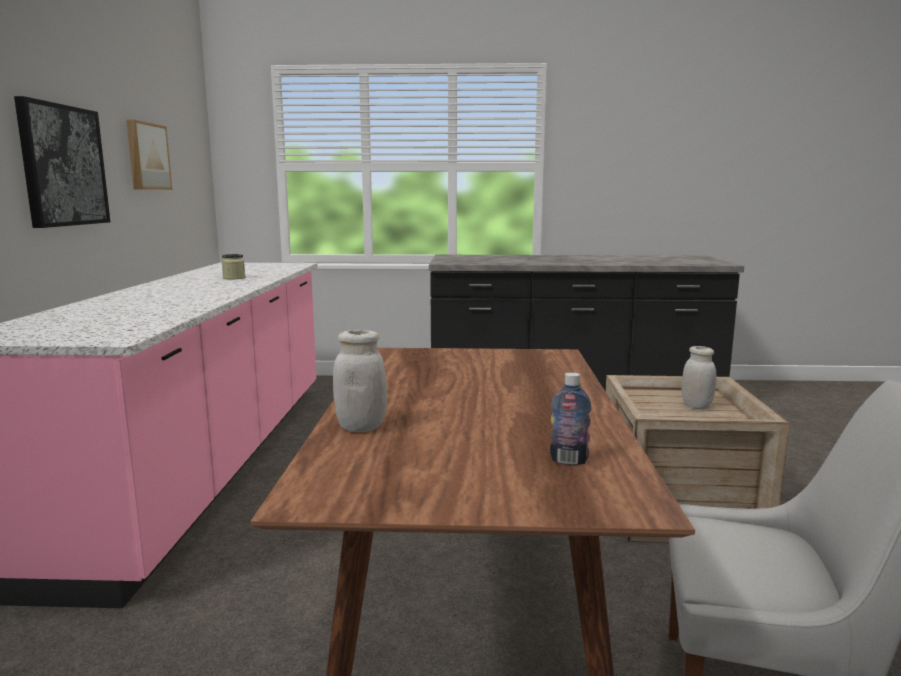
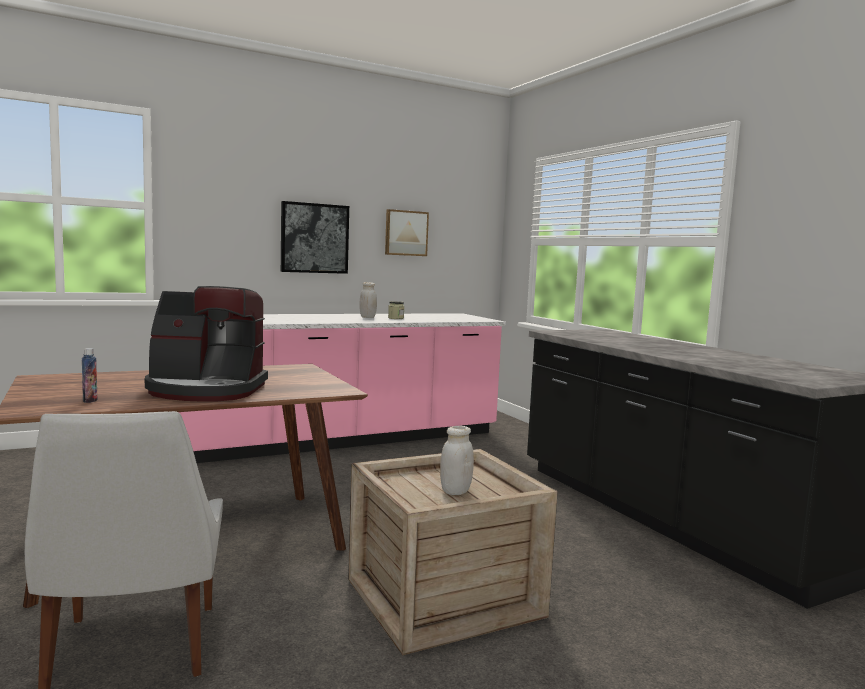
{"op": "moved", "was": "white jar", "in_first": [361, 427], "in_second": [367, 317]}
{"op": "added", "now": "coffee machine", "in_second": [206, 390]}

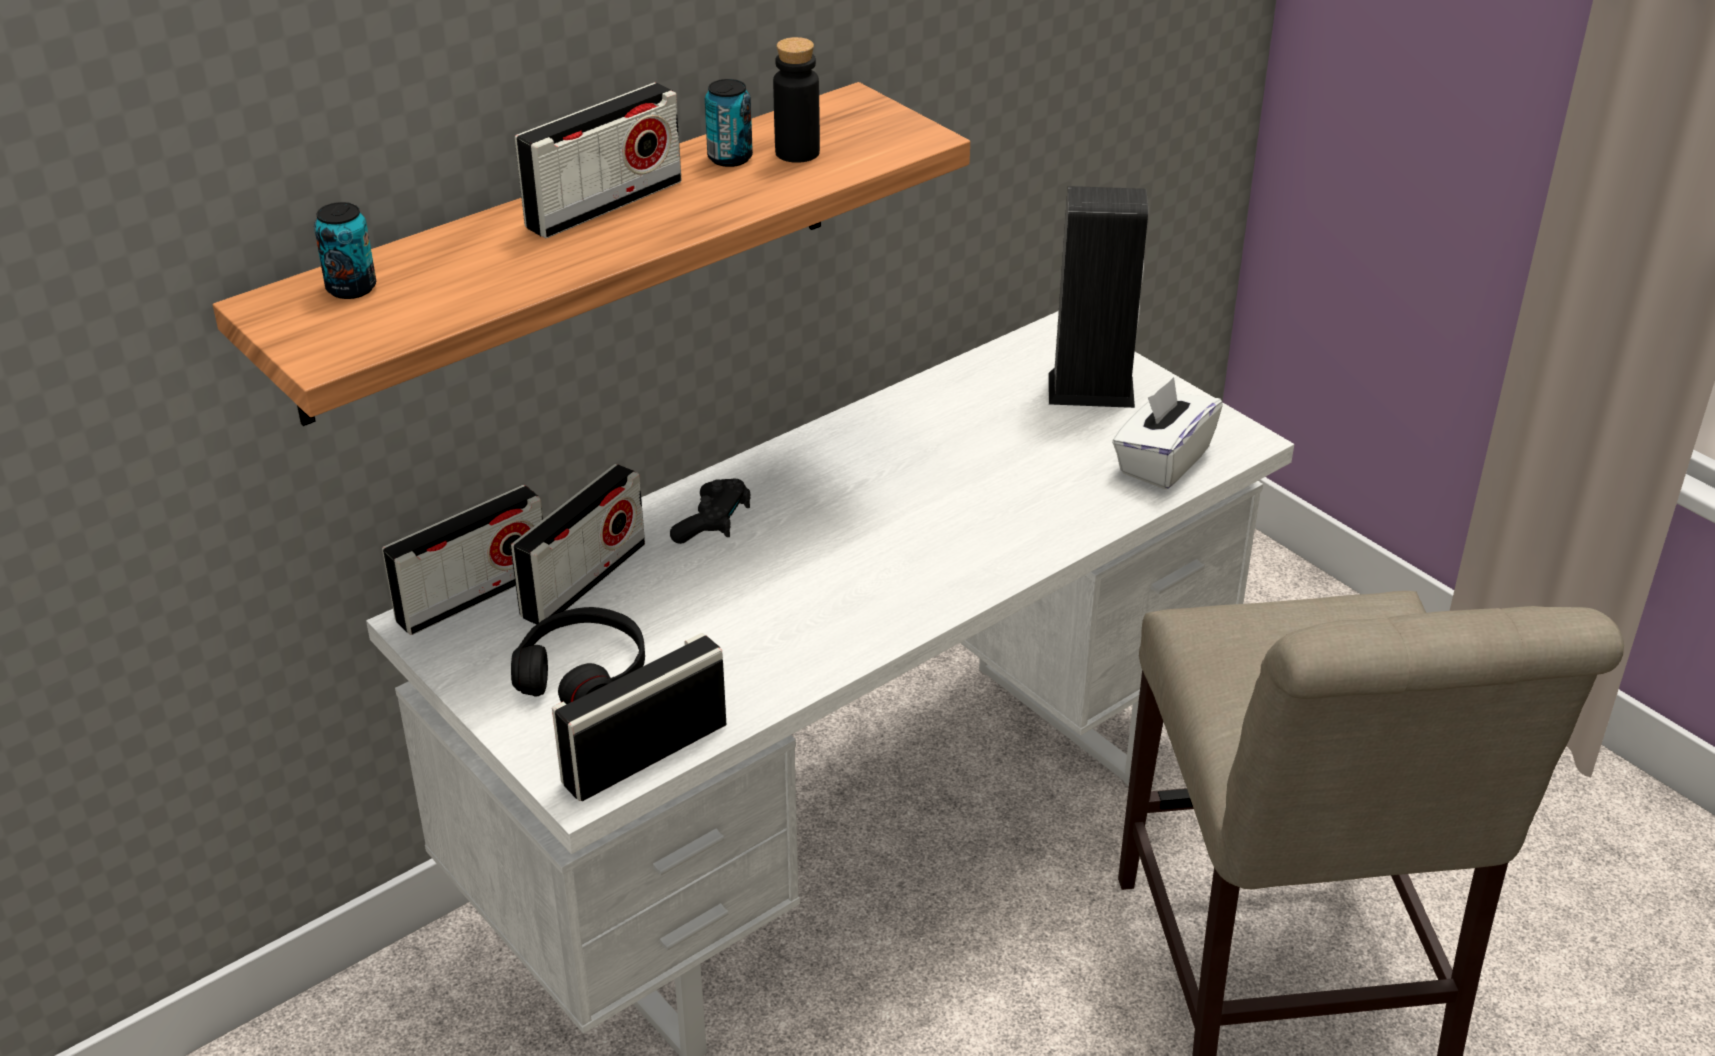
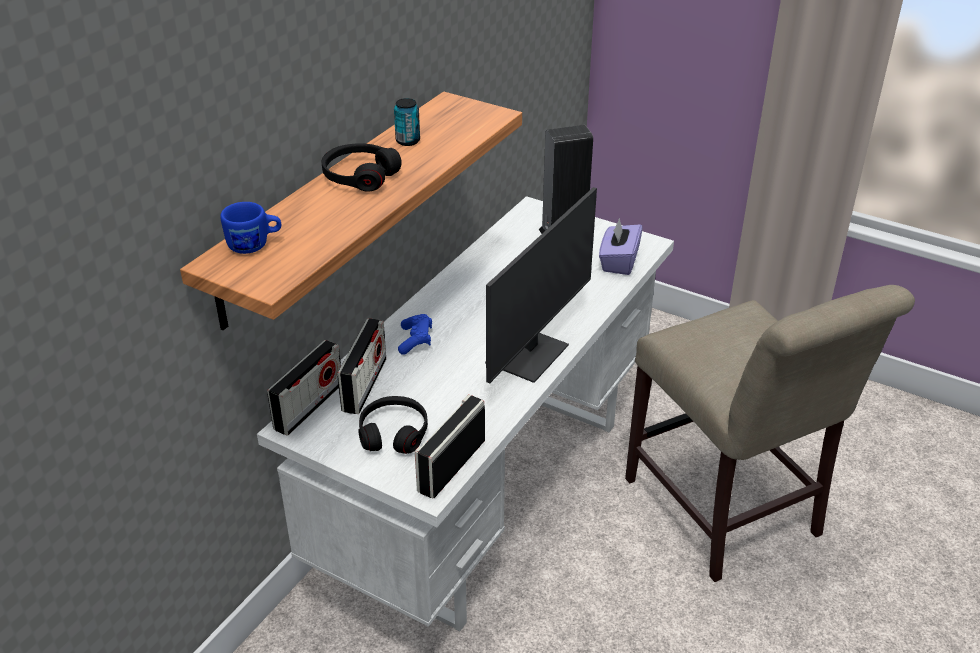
{"op": "removed", "was": "black bottle", "in_first": [797, 153]}
{"op": "replaced", "was": "radio", "now": "black headphones", "in_first": [604, 204], "in_second": [360, 176]}
{"op": "replaced", "was": "can", "now": "blue mug", "in_first": [351, 288], "in_second": [255, 245]}
{"op": "recoloured", "was": "white tissue box", "now": "purple tissue box", "in_first": [1162, 461], "in_second": [618, 262]}
{"op": "recoloured", "was": "black game controller", "now": "blue game controller", "in_first": [713, 524], "in_second": [415, 340]}
{"op": "added", "now": "monitor", "in_second": [529, 355]}

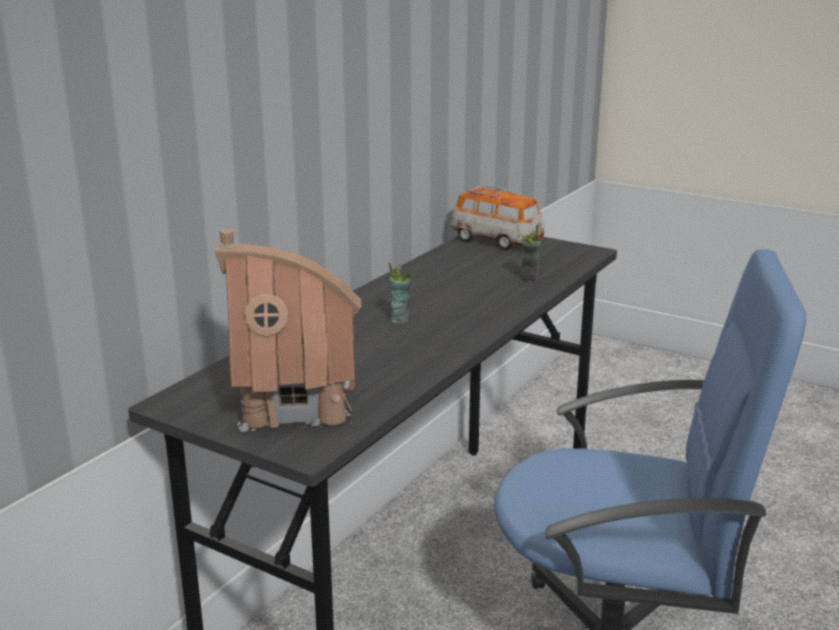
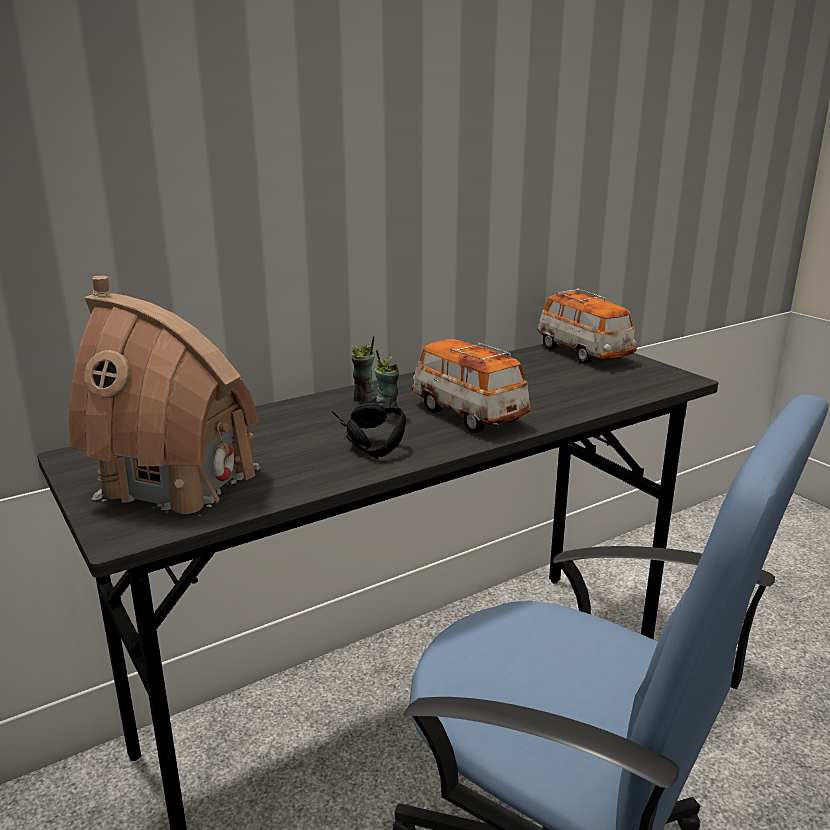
{"op": "moved", "was": "cup", "in_first": [529, 278], "in_second": [364, 398]}
{"op": "added", "now": "toy car", "in_second": [468, 414]}
{"op": "added", "now": "black headphones", "in_second": [358, 442]}

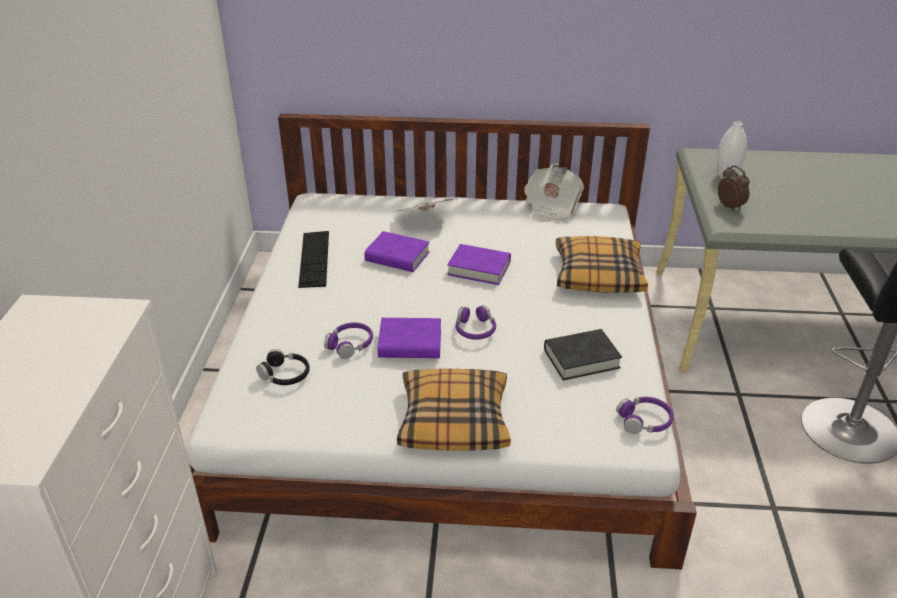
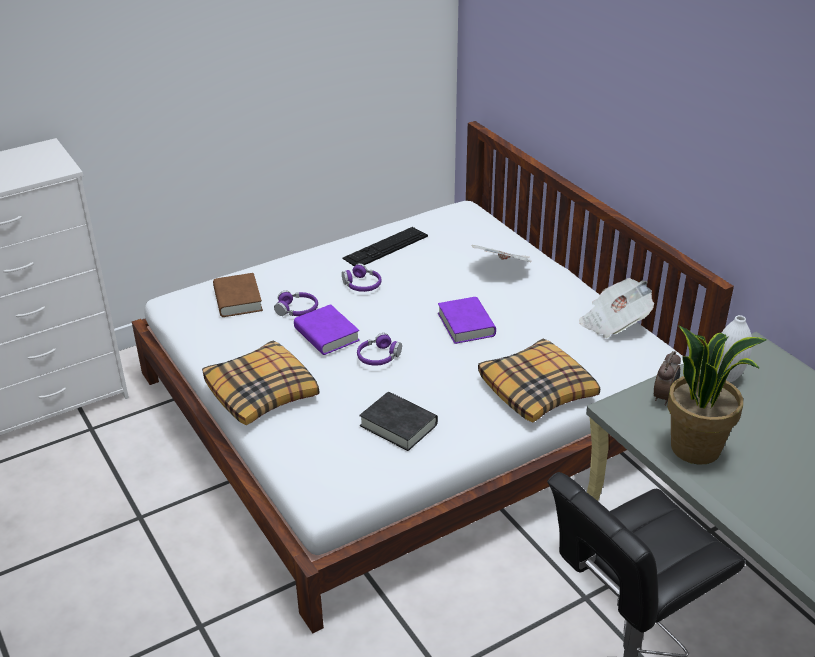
{"op": "removed", "was": "purple book", "in_first": [397, 257]}
{"op": "replaced", "was": "black headphones", "now": "brown book", "in_first": [285, 375], "in_second": [238, 300]}
{"op": "moved", "was": "purple headphones", "in_first": [644, 421], "in_second": [362, 285]}
{"op": "added", "now": "potted plant", "in_second": [696, 447]}

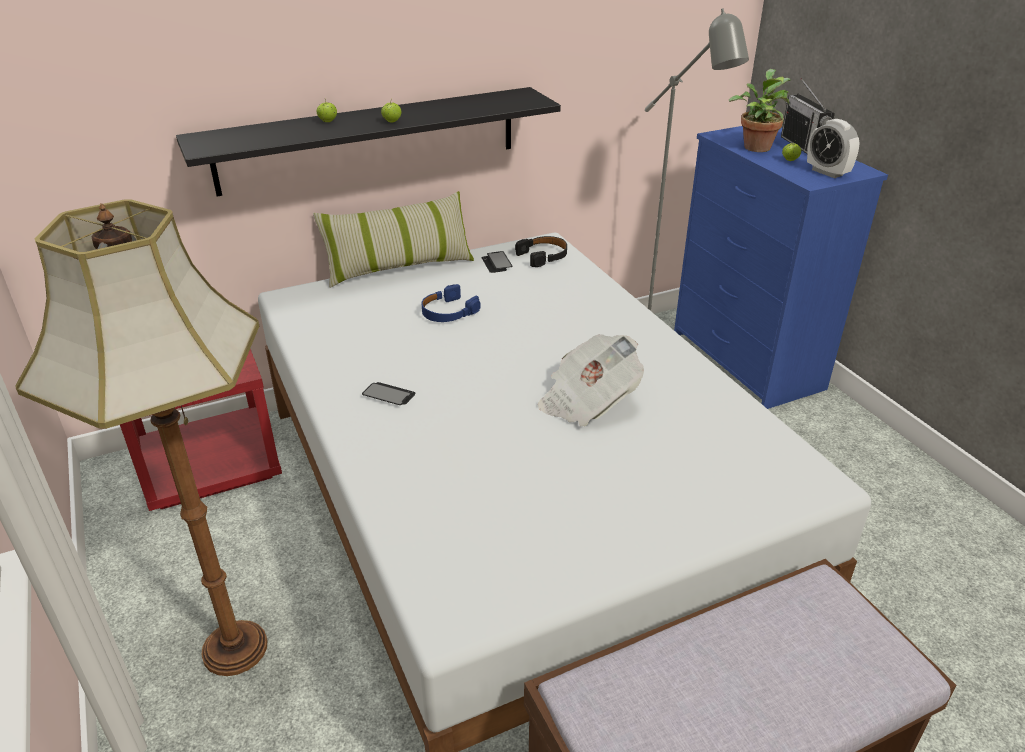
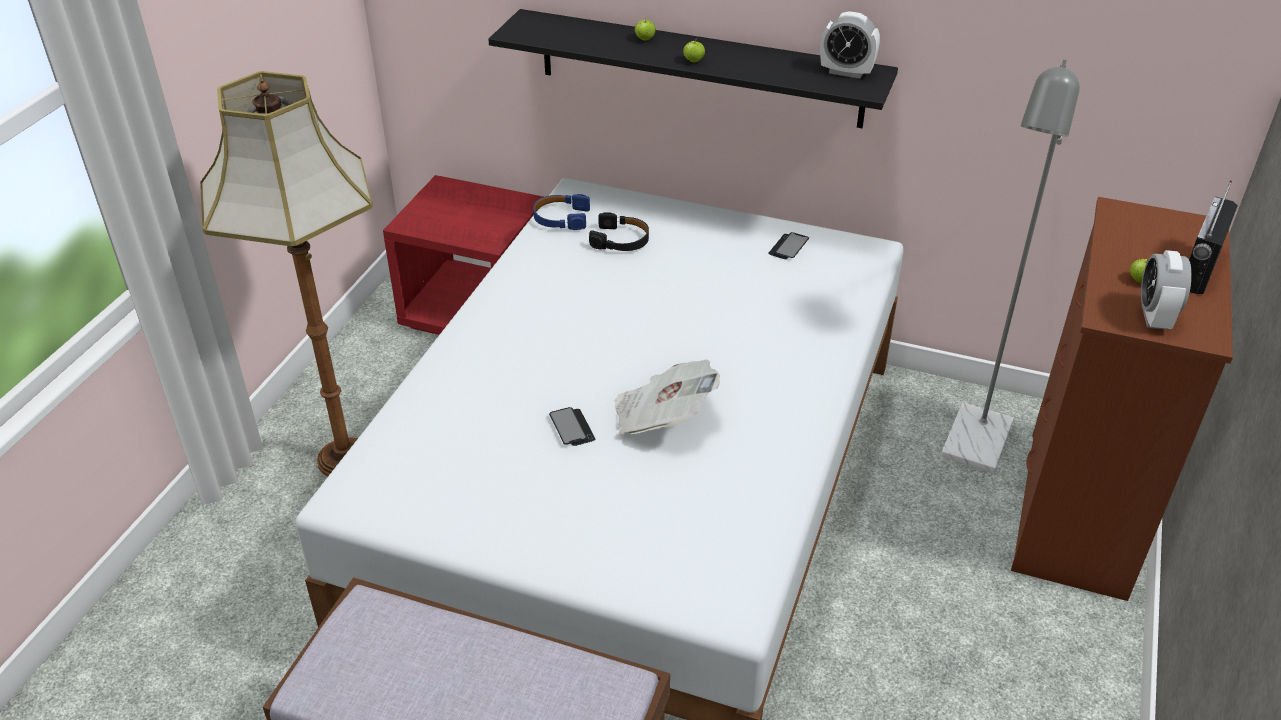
{"op": "removed", "was": "potted plant", "in_first": [756, 146]}
{"op": "recoloured", "was": "blue dresser", "now": "brown dresser", "in_first": [746, 362], "in_second": [1075, 512]}
{"op": "removed", "was": "pillow", "in_first": [399, 267]}
{"op": "moved", "was": "black headphones", "in_first": [543, 256], "in_second": [621, 240]}
{"op": "moved", "was": "blue headphones", "in_first": [448, 312], "in_second": [561, 218]}
{"op": "moved", "was": "phone", "in_first": [389, 395], "in_second": [572, 428]}
{"op": "added", "now": "alarm clock", "in_second": [846, 72]}

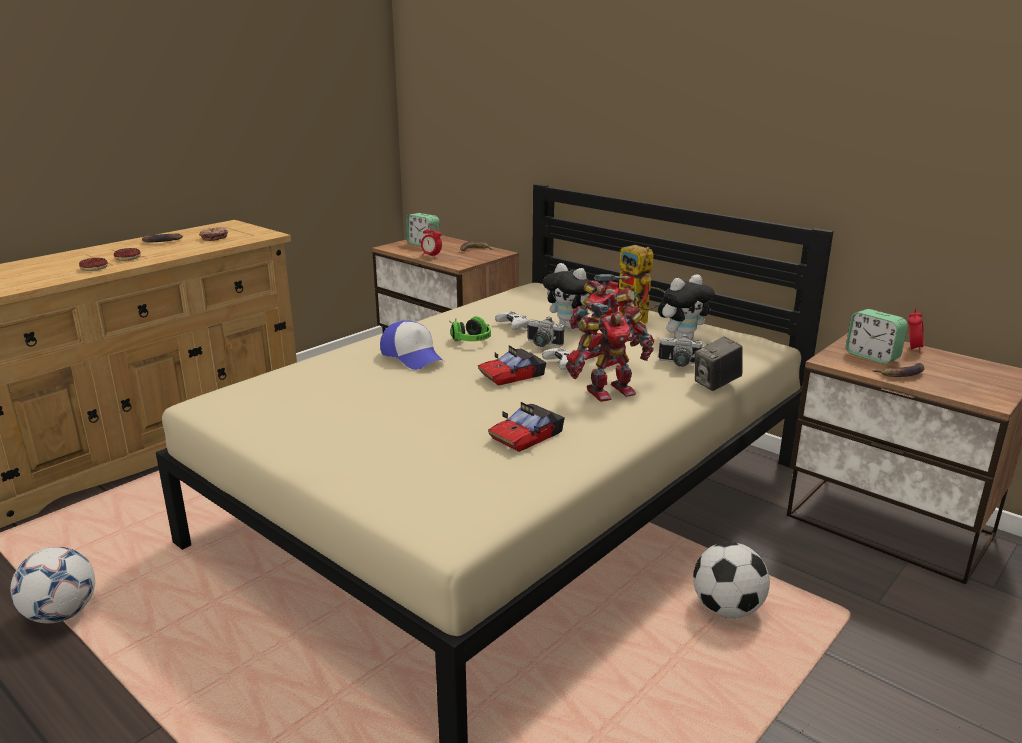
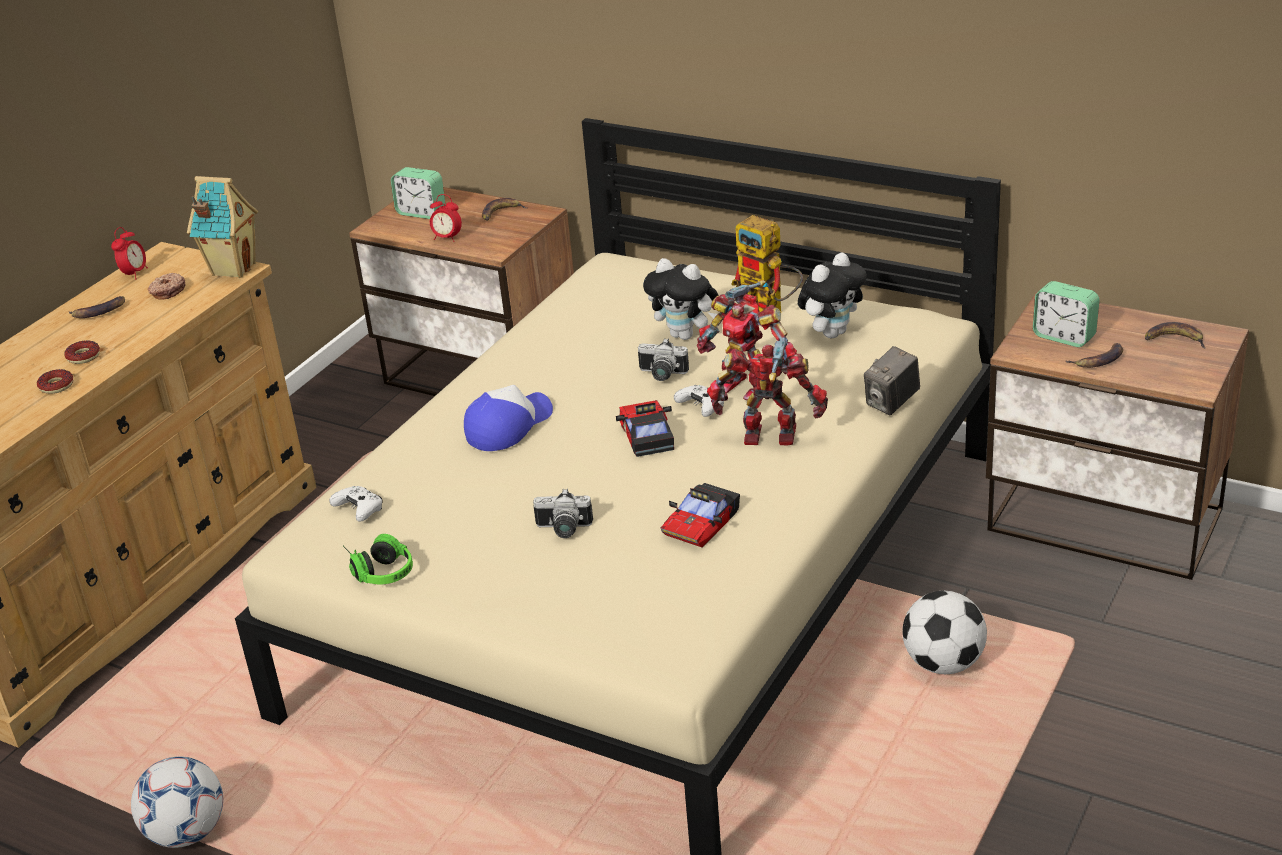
{"op": "turned", "was": "toy robot", "in_first": [608, 390], "in_second": [770, 438], "clockwise": -135}
{"op": "moved", "was": "alarm clock", "in_first": [912, 349], "in_second": [134, 274]}
{"op": "moved", "was": "white game controller", "in_first": [513, 326], "in_second": [359, 510]}
{"op": "moved", "was": "headphones", "in_first": [468, 338], "in_second": [378, 570]}
{"op": "turned", "was": "cap", "in_first": [413, 356], "in_second": [508, 426], "clockwise": -90}
{"op": "moved", "was": "photo camera", "in_first": [678, 363], "in_second": [563, 530]}
{"op": "turned", "was": "toy car", "in_first": [512, 375], "in_second": [647, 434], "clockwise": 120}
{"op": "added", "now": "toy house", "in_second": [233, 269]}
{"op": "added", "now": "banana", "in_second": [1174, 339]}

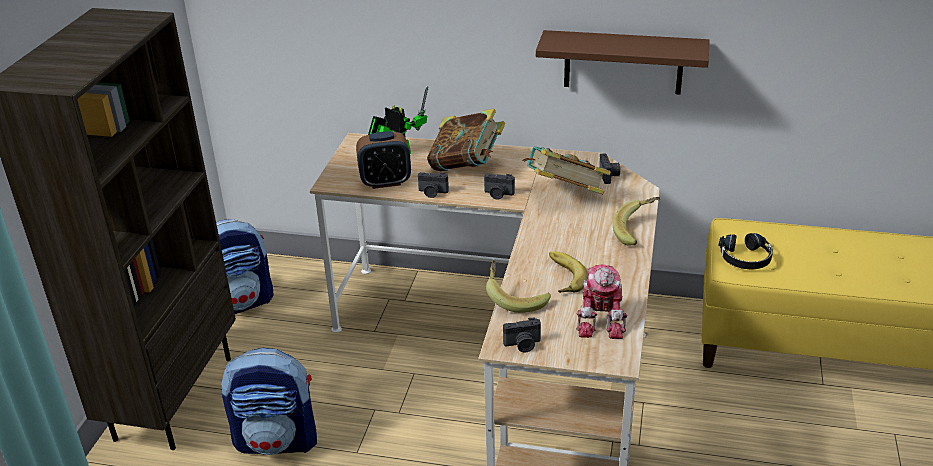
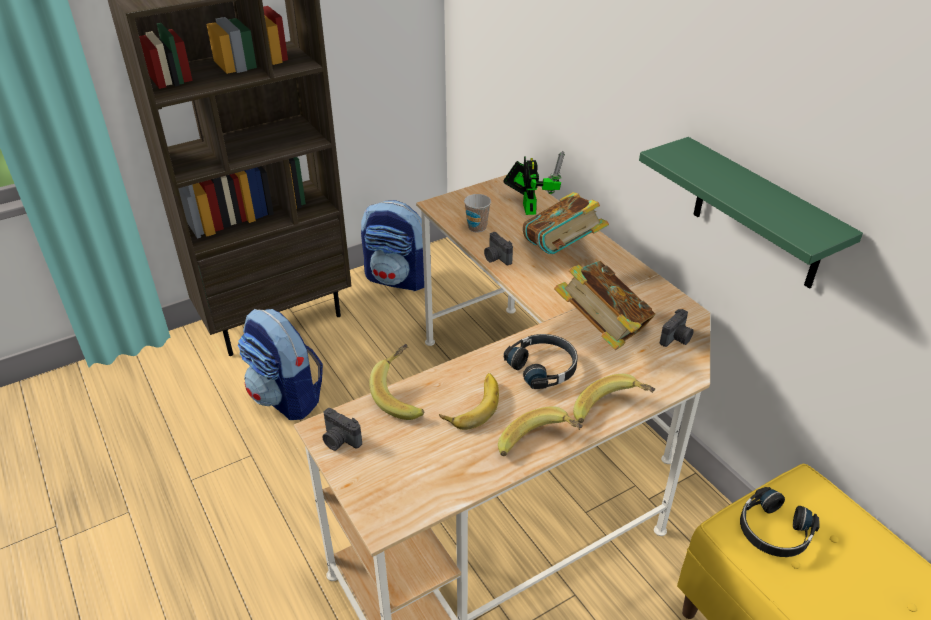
{"op": "recoloured", "was": "brown shelf", "now": "green shelf", "in_first": [623, 62], "in_second": [758, 215]}
{"op": "replaced", "was": "alarm clock", "now": "cup", "in_first": [385, 182], "in_second": [477, 227]}
{"op": "removed", "was": "photo camera", "in_first": [498, 194]}
{"op": "removed", "was": "toy robot", "in_first": [602, 319]}
{"op": "added", "now": "black headphones", "in_second": [543, 367]}
{"op": "added", "now": "banana", "in_second": [539, 447]}

